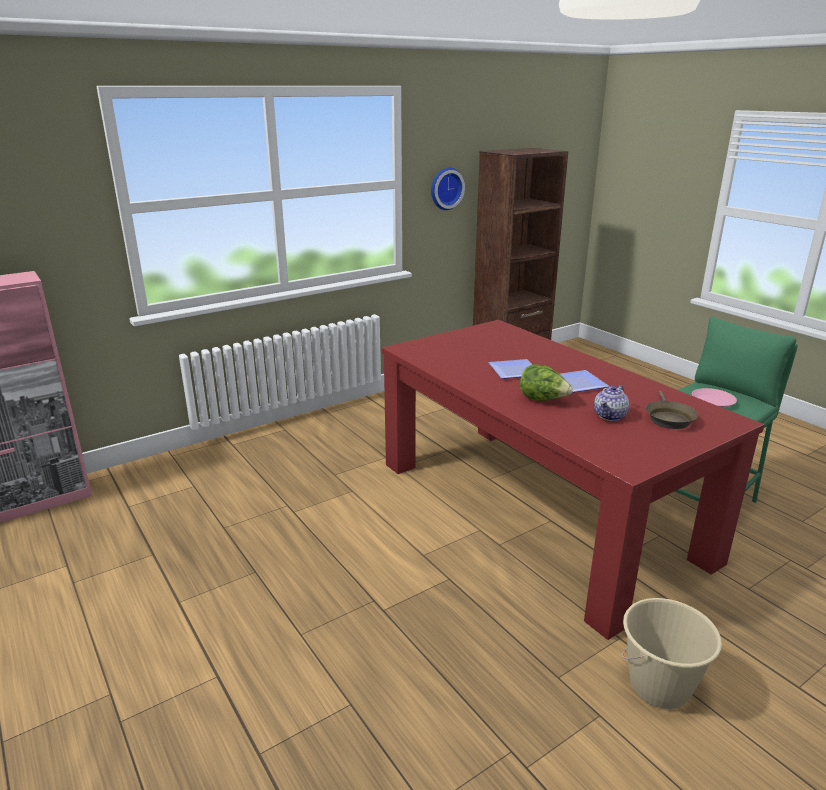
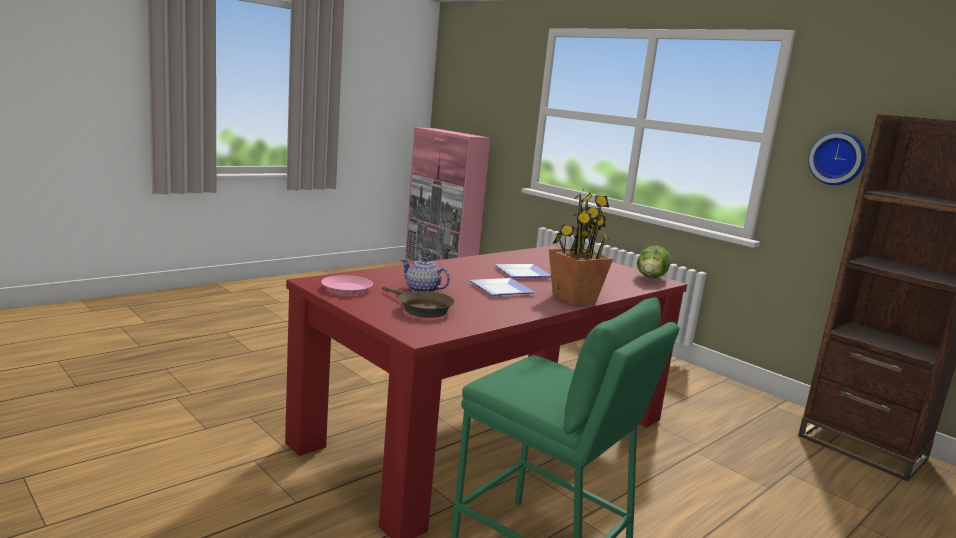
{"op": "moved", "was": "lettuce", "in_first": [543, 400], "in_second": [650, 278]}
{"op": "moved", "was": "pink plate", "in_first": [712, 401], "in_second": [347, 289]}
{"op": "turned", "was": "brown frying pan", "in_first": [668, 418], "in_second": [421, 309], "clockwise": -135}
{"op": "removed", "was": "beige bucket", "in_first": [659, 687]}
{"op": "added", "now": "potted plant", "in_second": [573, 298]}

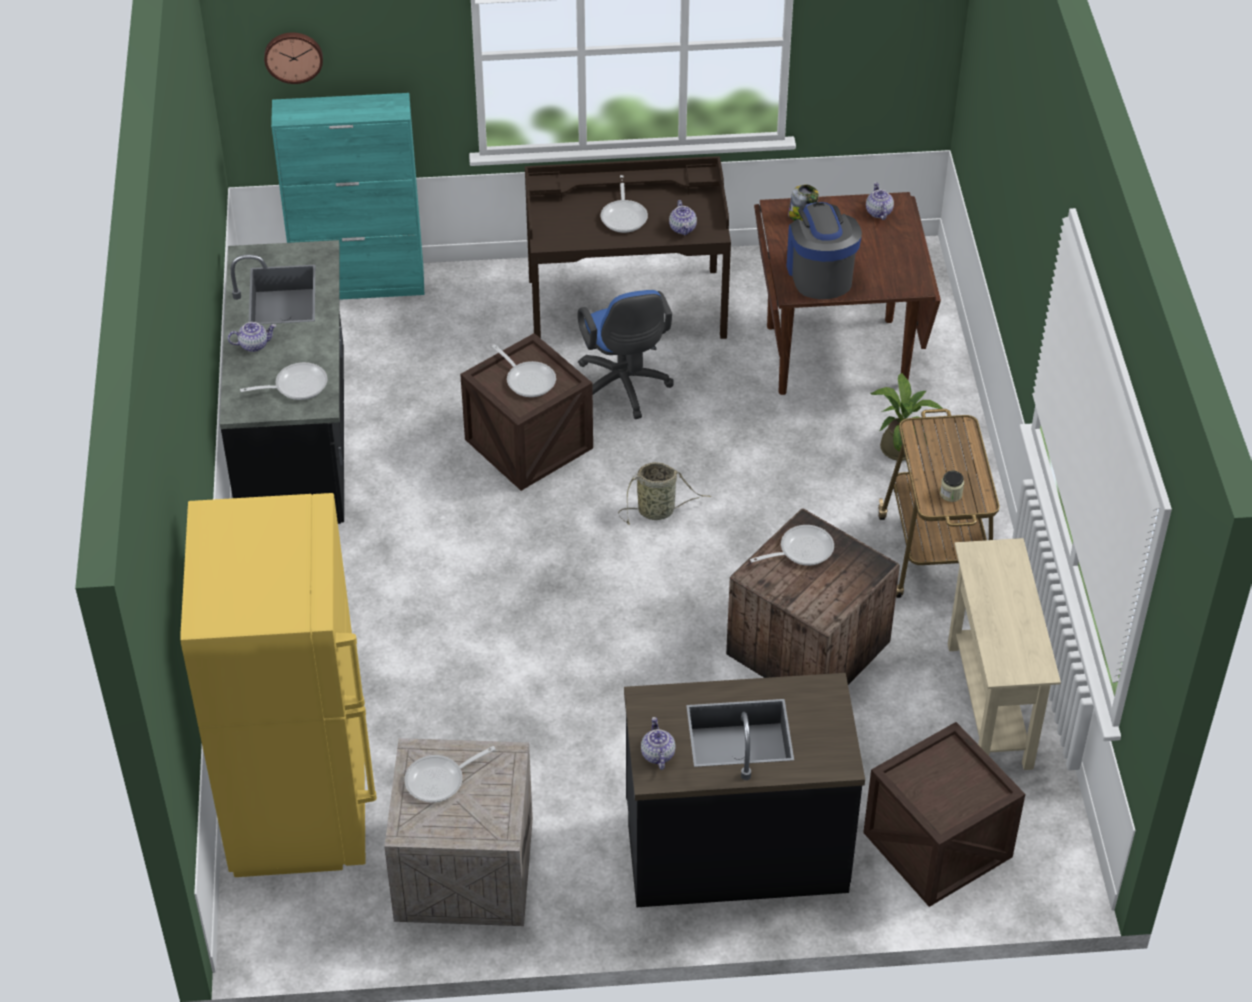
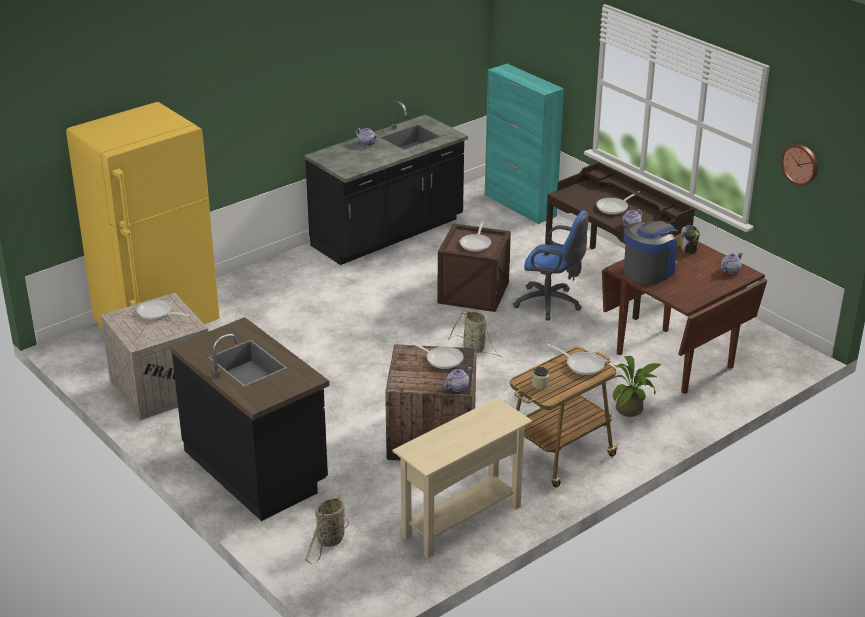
{"op": "moved", "was": "wall clock", "in_first": [293, 56], "in_second": [800, 164]}
{"op": "turned", "was": "blue office chair", "in_first": [624, 389], "in_second": [551, 304], "clockwise": -105}
{"op": "moved", "was": "frying pan", "in_first": [296, 386], "in_second": [582, 364]}
{"op": "moved", "was": "teapot", "in_first": [657, 754], "in_second": [457, 387]}
{"op": "replaced", "was": "crate", "now": "basket", "in_first": [937, 845], "in_second": [329, 541]}

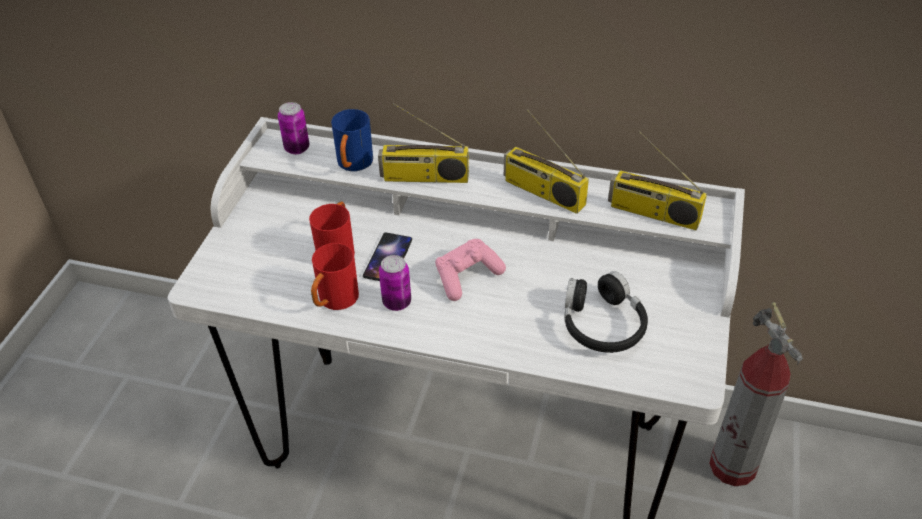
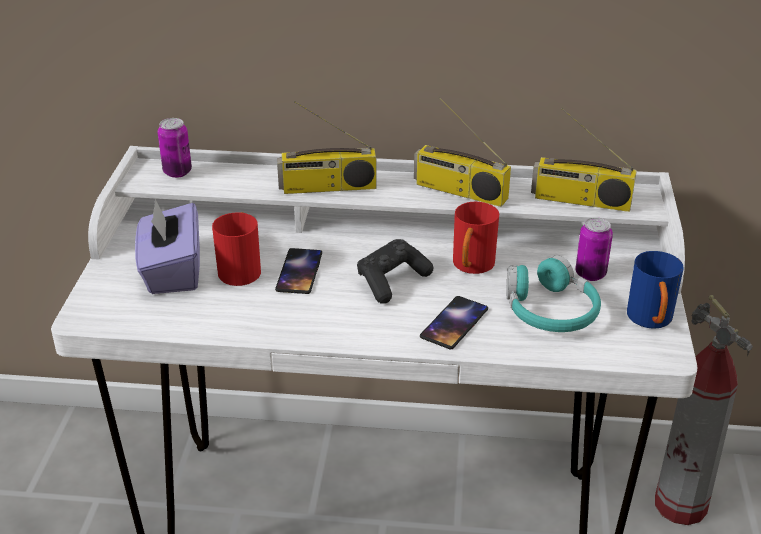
{"op": "moved", "was": "blue mug", "in_first": [353, 165], "in_second": [651, 321]}
{"op": "recoloured", "was": "pink game controller", "now": "black game controller", "in_first": [467, 277], "in_second": [392, 281]}
{"op": "moved", "was": "red mug", "in_first": [334, 302], "in_second": [471, 267]}
{"op": "moved", "was": "can", "in_first": [397, 302], "in_second": [590, 274]}
{"op": "recoloured", "was": "black headphones", "now": "turquoise headphones", "in_first": [602, 324], "in_second": [549, 311]}
{"op": "added", "now": "purple tissue box", "in_second": [172, 272]}
{"op": "added", "now": "phone", "in_second": [454, 323]}

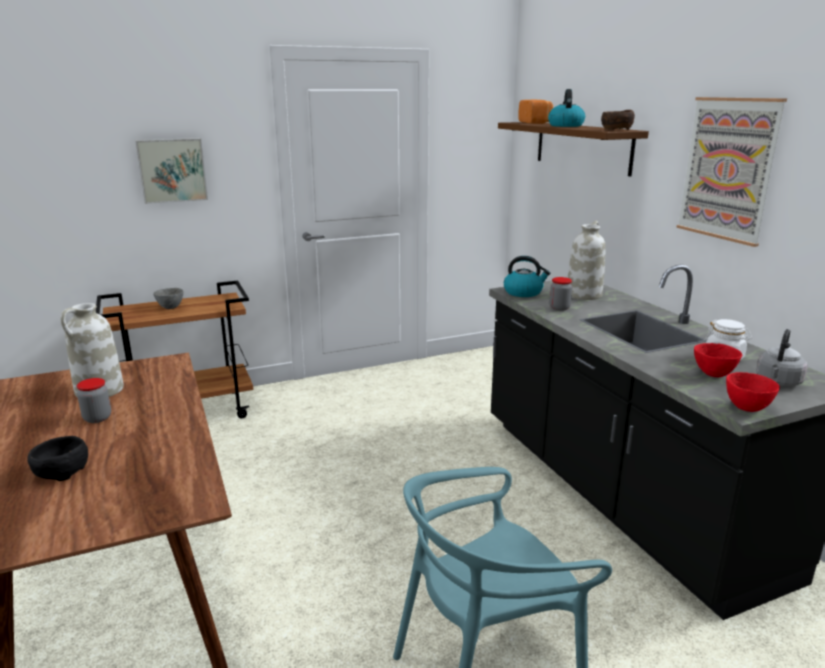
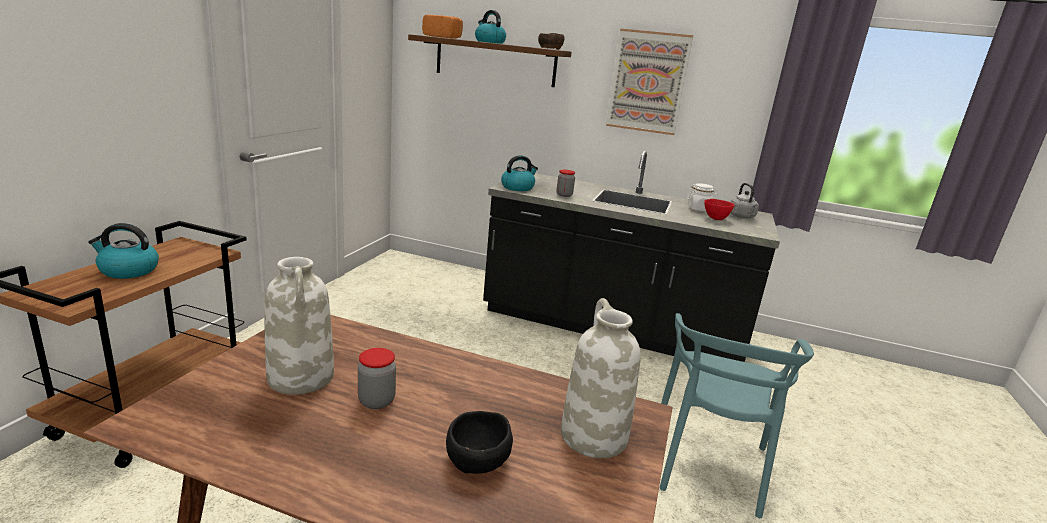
{"op": "removed", "was": "picture", "in_first": [172, 170]}
{"op": "moved", "was": "white vase", "in_first": [583, 294], "in_second": [592, 435]}
{"op": "replaced", "was": "grey bowl", "now": "kettle", "in_first": [170, 307], "in_second": [128, 270]}
{"op": "removed", "was": "red bowl", "in_first": [746, 407]}

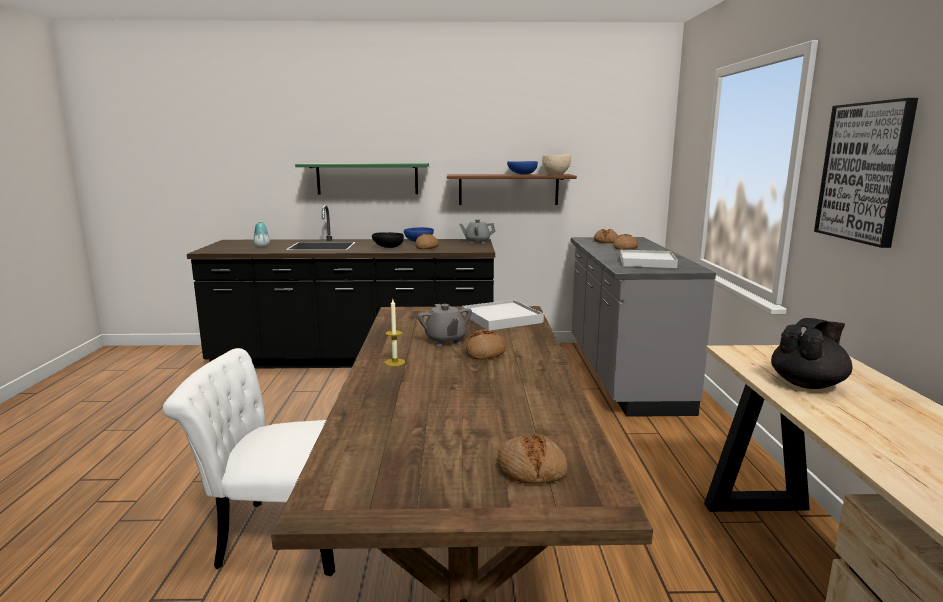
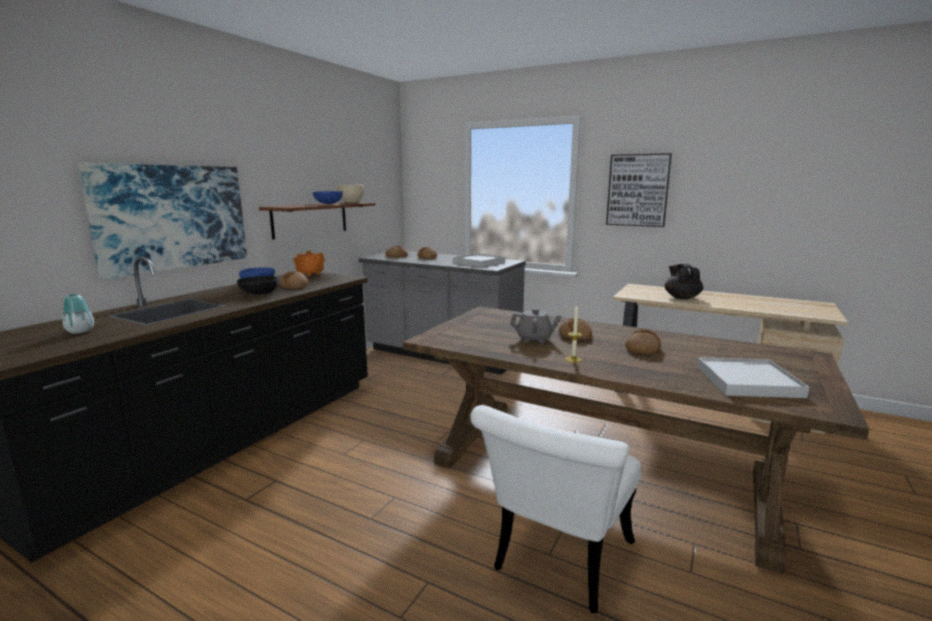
{"op": "replaced", "was": "green shelf", "now": "picture", "in_first": [367, 178], "in_second": [172, 217]}
{"op": "recoloured", "was": "grey teapot", "now": "orange teapot", "in_first": [477, 242], "in_second": [310, 274]}
{"op": "moved", "was": "white tray", "in_first": [501, 318], "in_second": [748, 381]}
{"op": "moved", "was": "bread", "in_first": [532, 469], "in_second": [642, 349]}

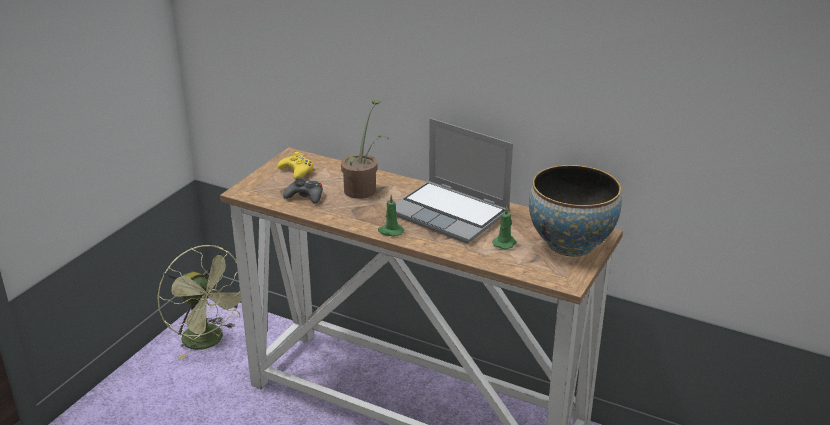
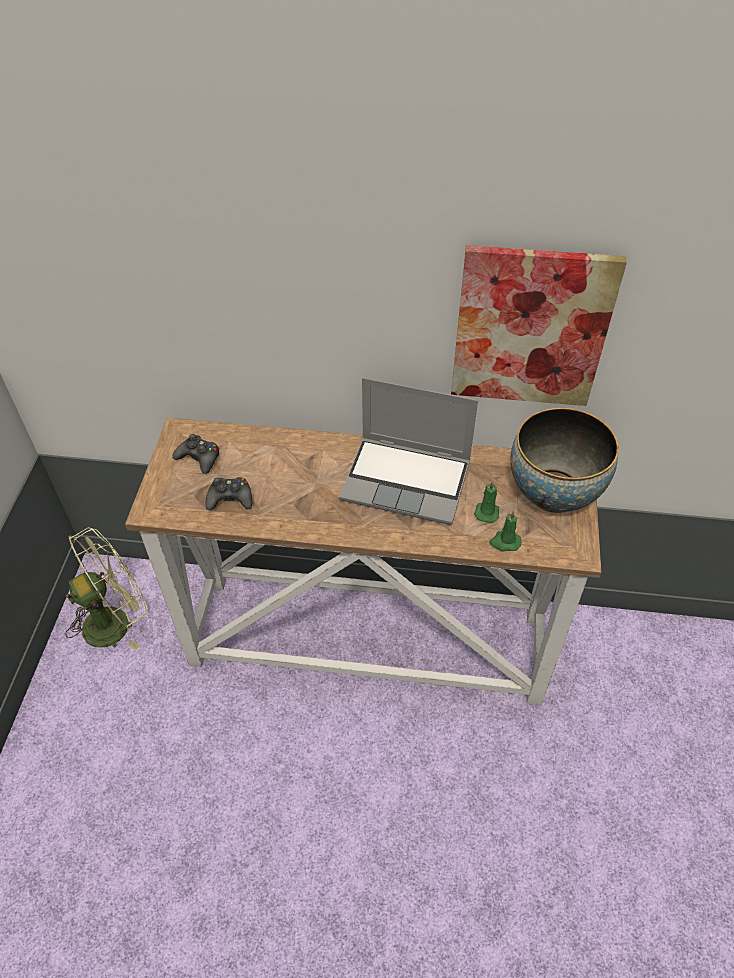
{"op": "removed", "was": "potted plant", "in_first": [363, 188]}
{"op": "recoloured", "was": "yellow game controller", "now": "black game controller", "in_first": [297, 171], "in_second": [199, 458]}
{"op": "moved", "was": "green candle", "in_first": [390, 231], "in_second": [505, 542]}
{"op": "turned", "was": "green fan", "in_first": [209, 341], "in_second": [115, 620], "clockwise": -60}
{"op": "added", "now": "picture", "in_second": [530, 328]}

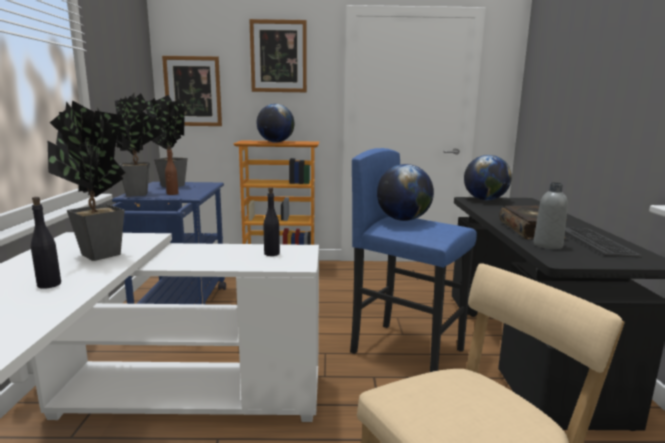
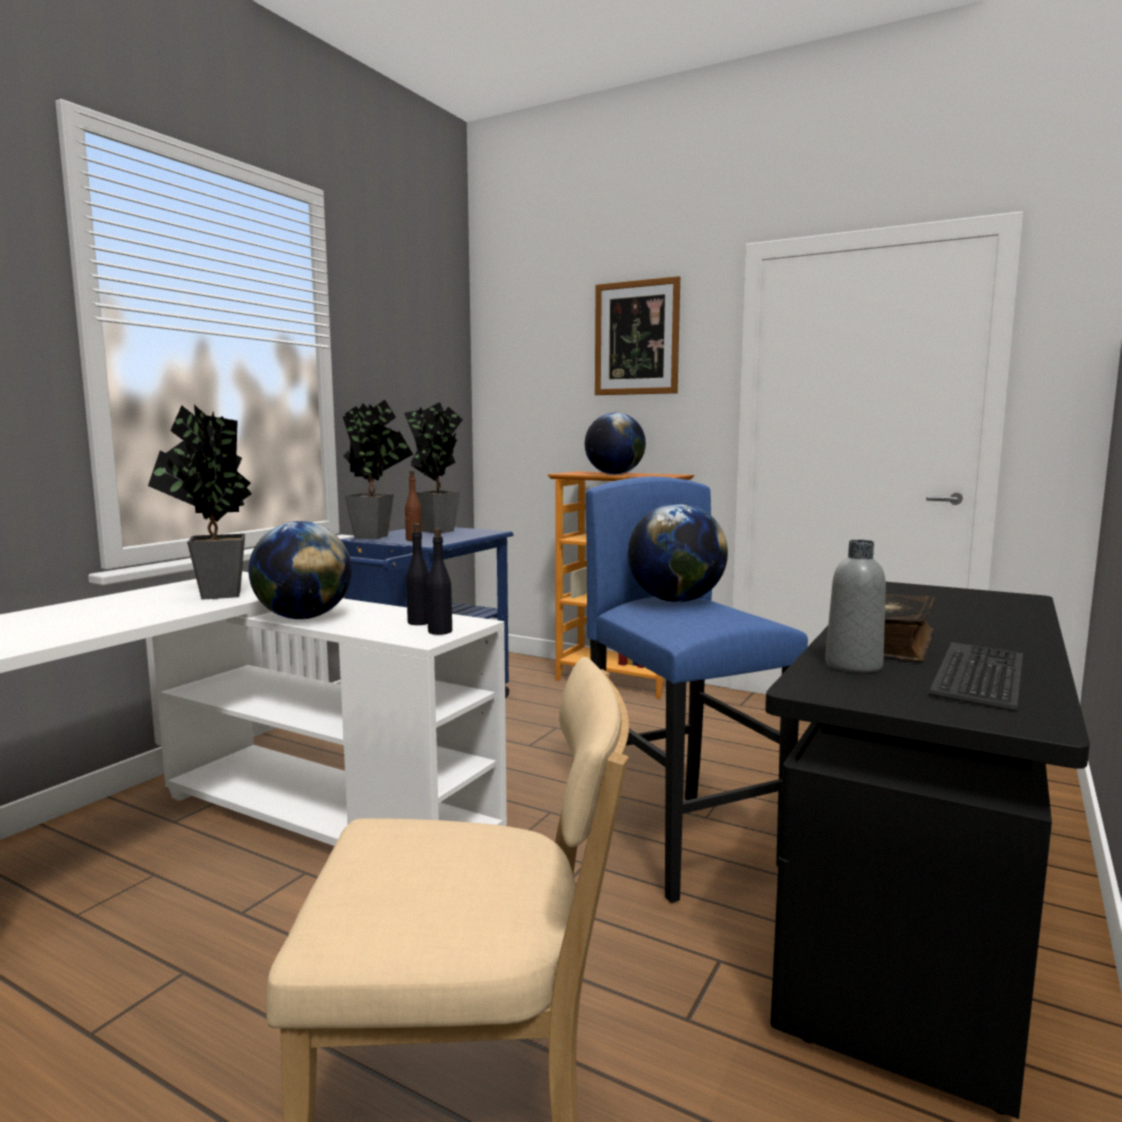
{"op": "removed", "was": "picture", "in_first": [193, 91]}
{"op": "moved", "was": "globe", "in_first": [485, 200], "in_second": [303, 618]}
{"op": "moved", "was": "black bottle", "in_first": [49, 284], "in_second": [440, 631]}

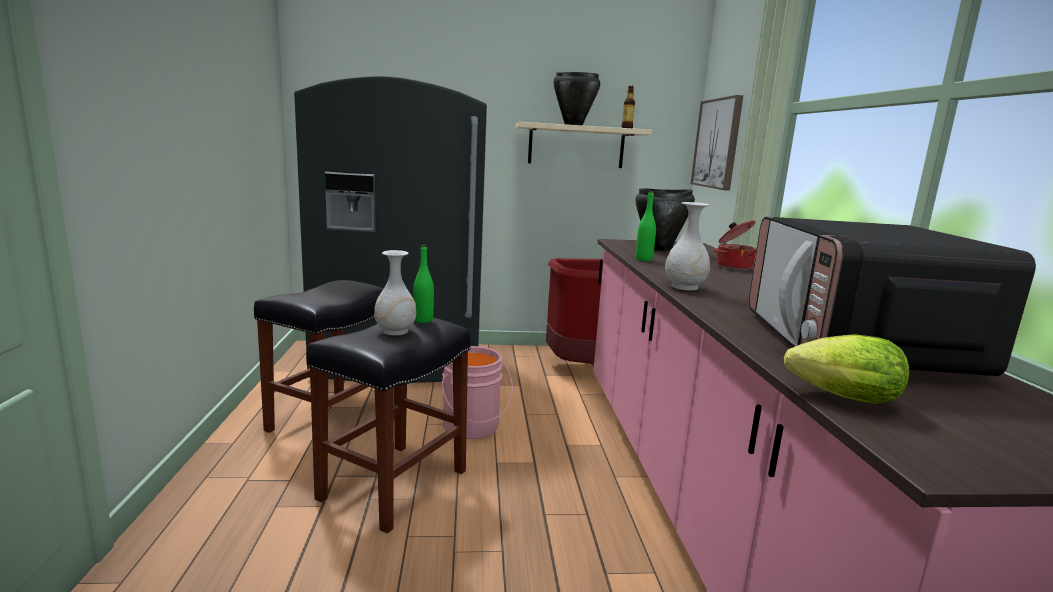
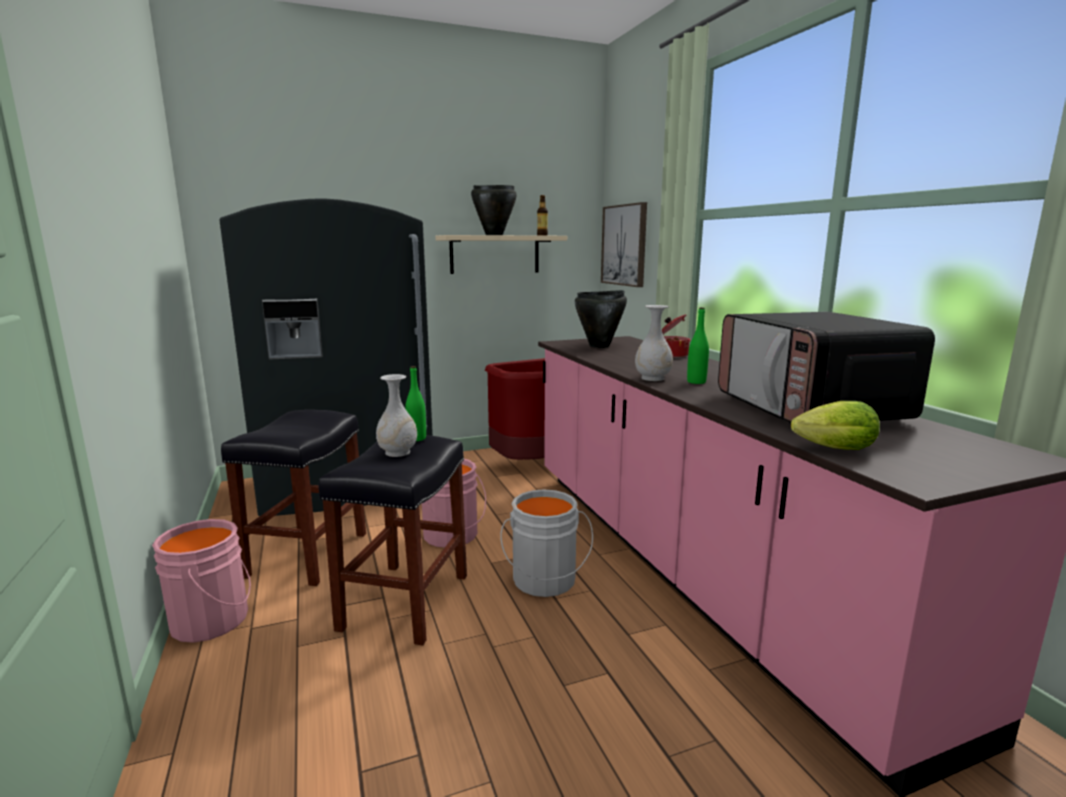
{"op": "moved", "was": "green bottle", "in_first": [643, 259], "in_second": [696, 382]}
{"op": "added", "now": "grey bucket", "in_second": [545, 581]}
{"op": "added", "now": "pink bucket", "in_second": [214, 620]}

